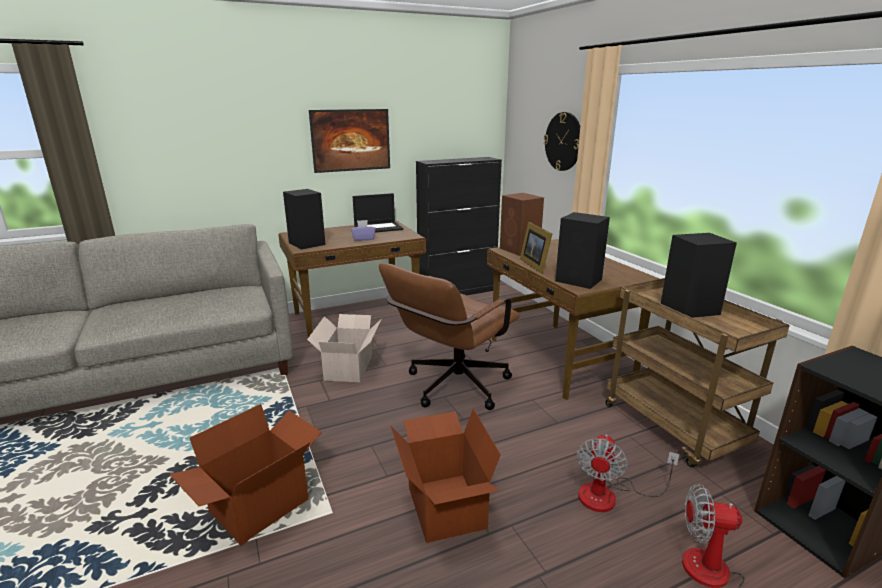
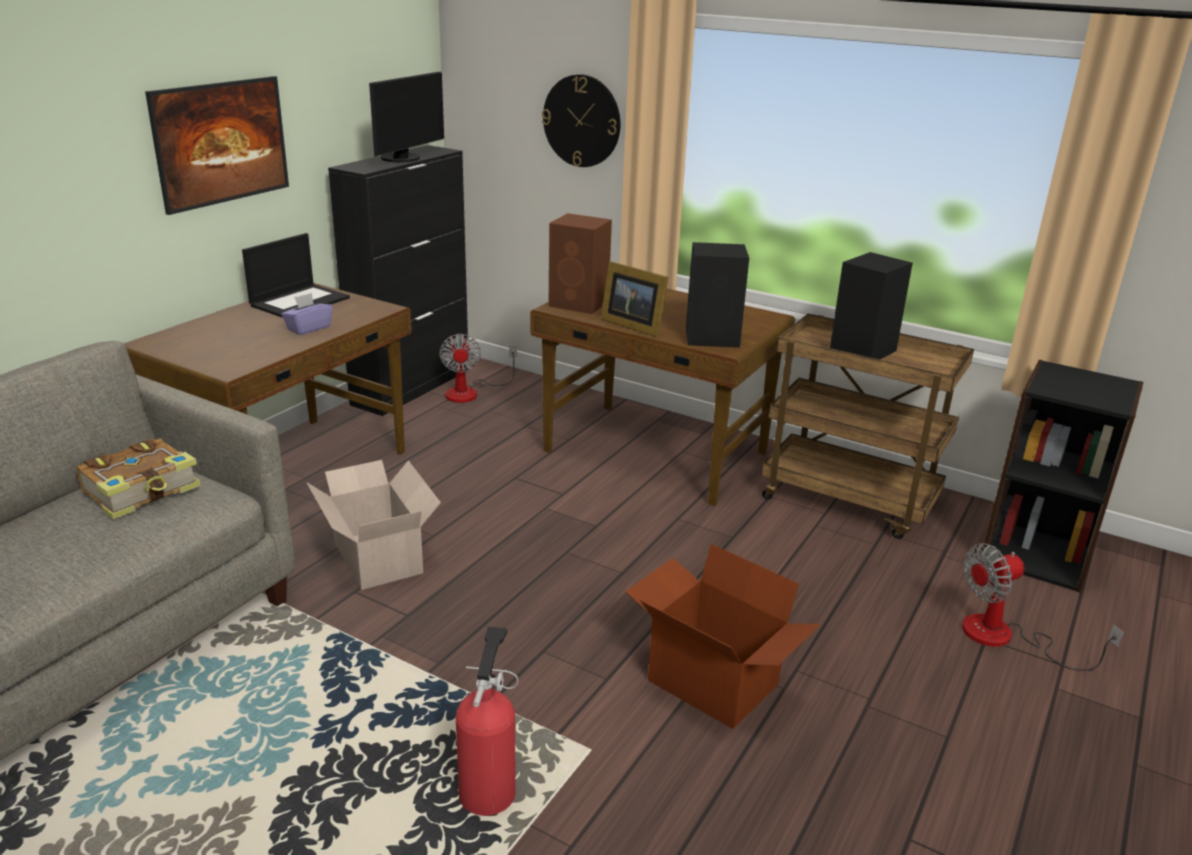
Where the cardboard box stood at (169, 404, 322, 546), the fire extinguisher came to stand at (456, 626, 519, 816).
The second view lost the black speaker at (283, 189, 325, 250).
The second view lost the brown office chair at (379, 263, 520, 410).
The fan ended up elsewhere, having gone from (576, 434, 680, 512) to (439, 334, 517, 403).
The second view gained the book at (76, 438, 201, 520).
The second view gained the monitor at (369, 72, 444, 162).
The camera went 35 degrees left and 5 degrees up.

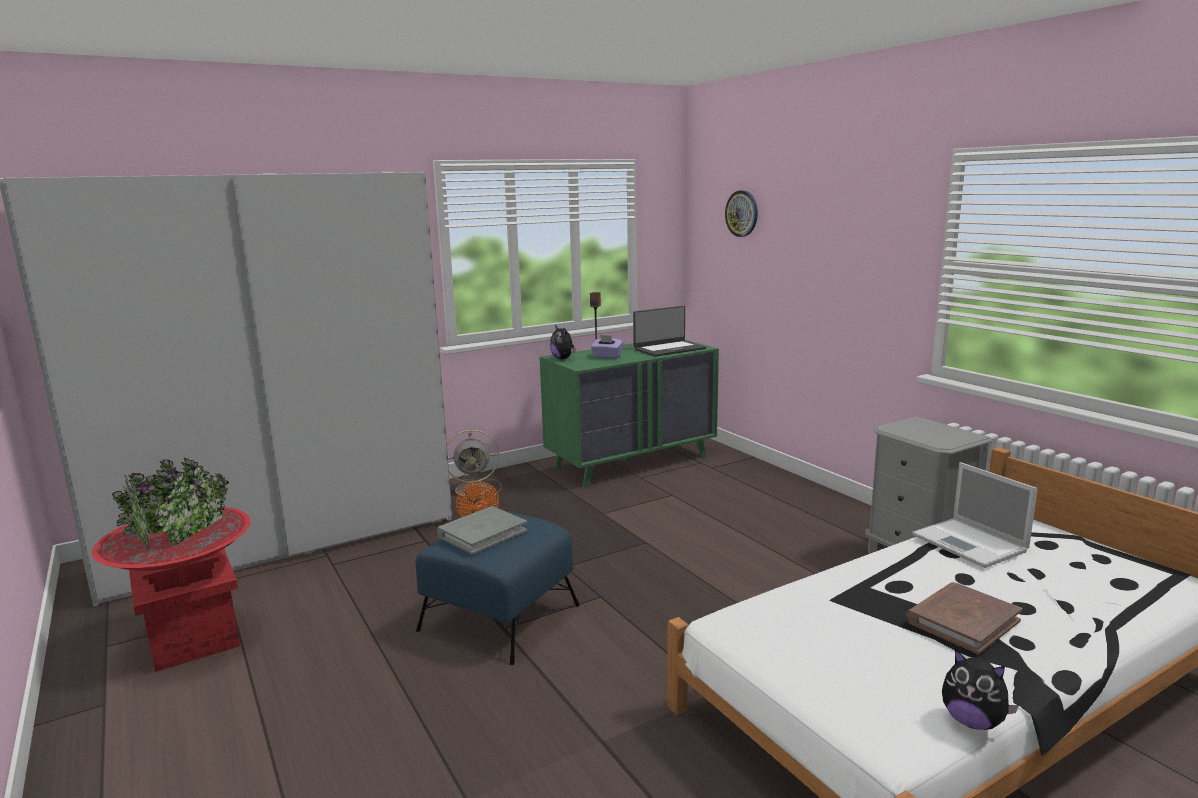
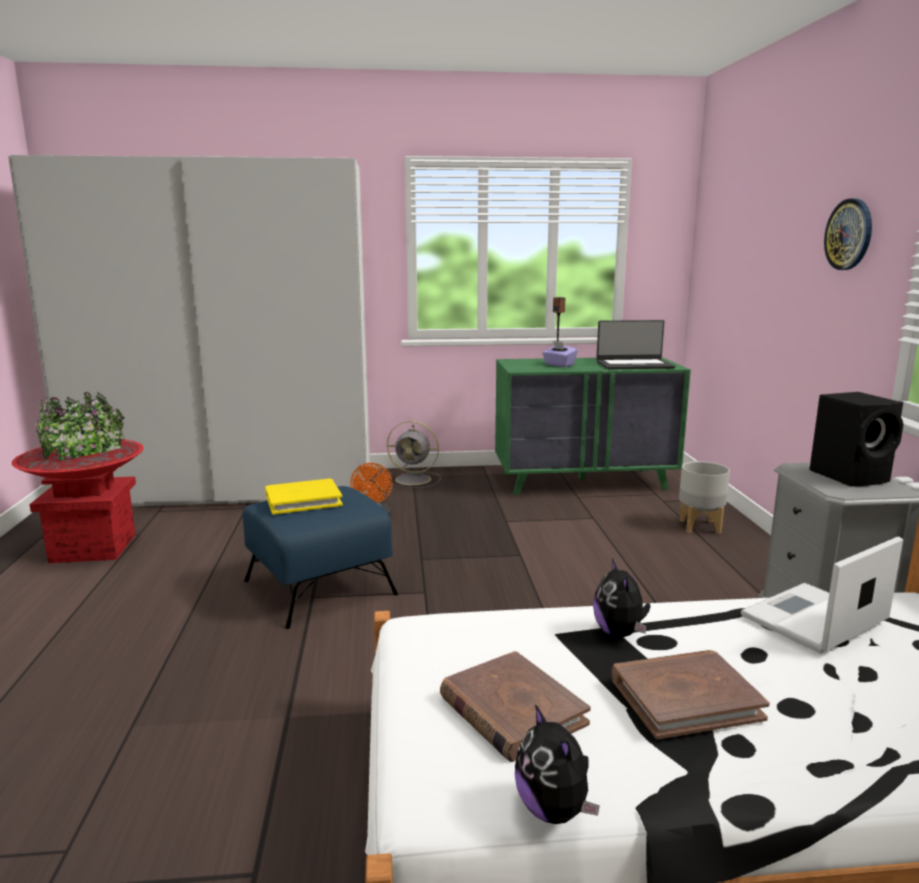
What was the grey book at (437, 507, 527, 555) turned into the yellow book at (265, 479, 343, 515).
The plush toy ended up elsewhere, having gone from (550, 325, 576, 359) to (593, 558, 650, 638).
The wall clock ended up elsewhere, having gone from (725, 190, 758, 237) to (824, 198, 872, 270).
The laptop at (912, 462, 1038, 568) ended up facing another way, 60 degrees clockwise from before.
The second view gained the brown book at (440, 651, 591, 762).
The second view gained the grey planter at (679, 461, 730, 534).
The second view gained the black speaker at (809, 392, 903, 487).
The camera went 25 degrees right and 0 degrees up.

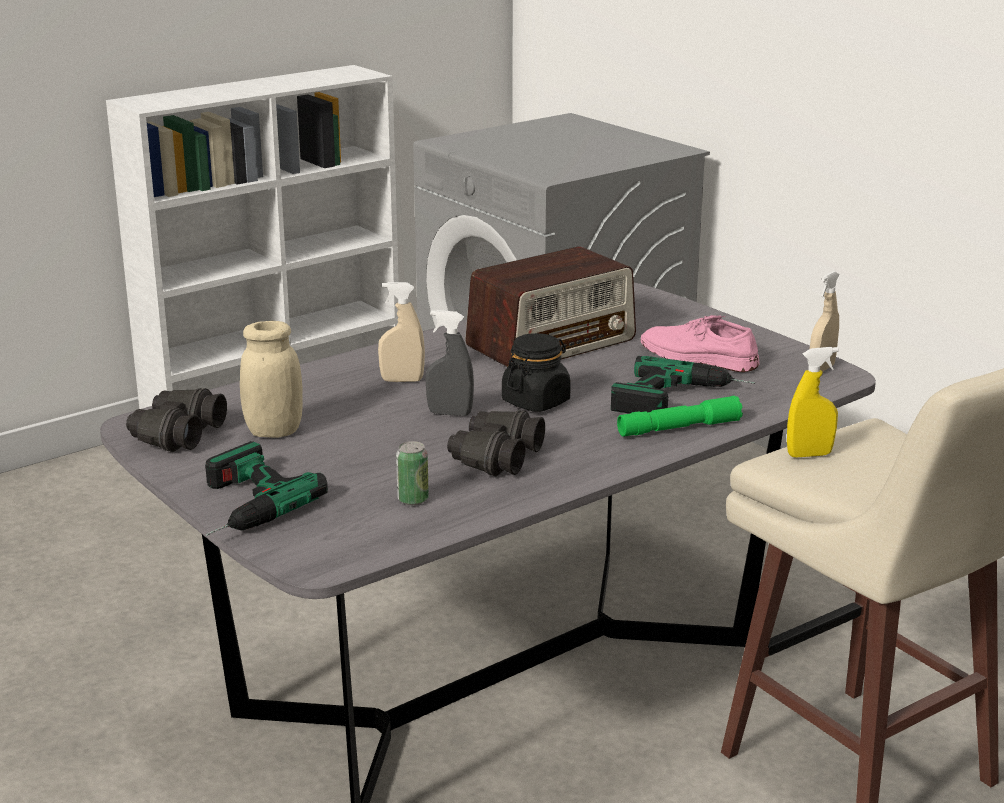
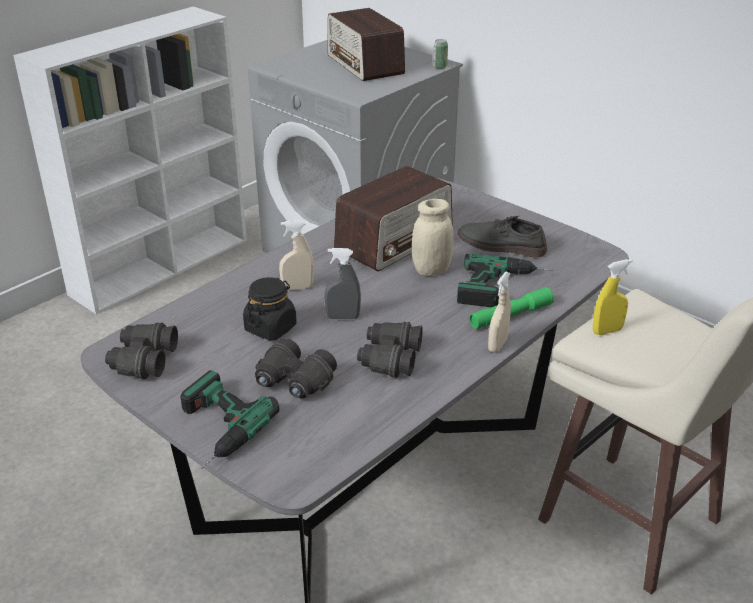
The beige jar ended up elsewhere, having gone from (240, 321, 303, 438) to (412, 199, 454, 276).
The can ended up elsewhere, having gone from (396, 441, 429, 505) to (433, 39, 448, 69).
The black jar ended up elsewhere, having gone from (502, 333, 571, 412) to (243, 277, 297, 340).
What was the pink shoe at (641, 315, 760, 372) turned into the grey shoe at (458, 216, 547, 258).
The beige spray bottle ended up elsewhere, having gone from (810, 271, 839, 372) to (488, 272, 511, 352).
The second view gained the black binoculars at (255, 338, 337, 398).
The second view gained the radio at (327, 8, 405, 81).
The camera went 10 degrees left and 10 degrees up.

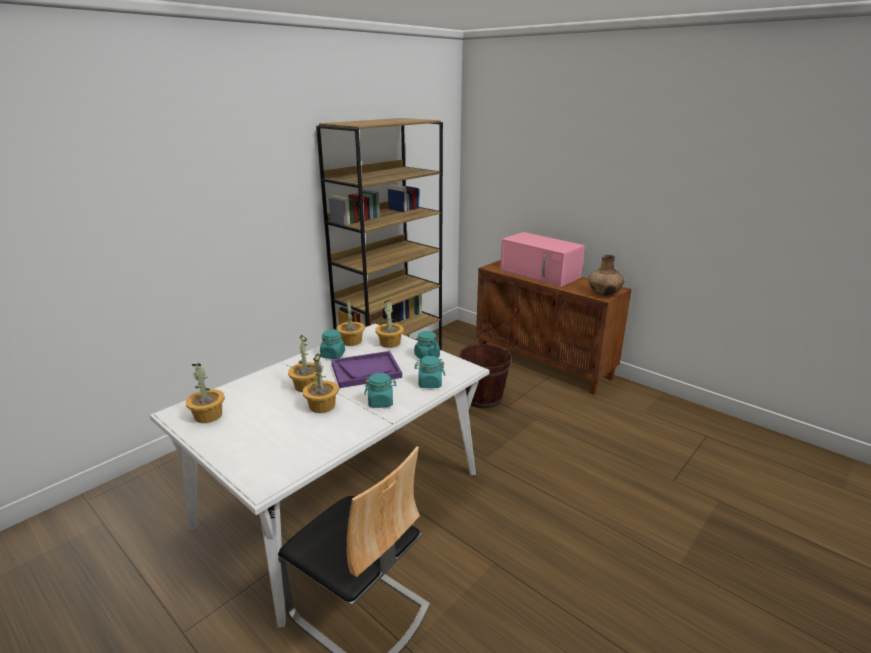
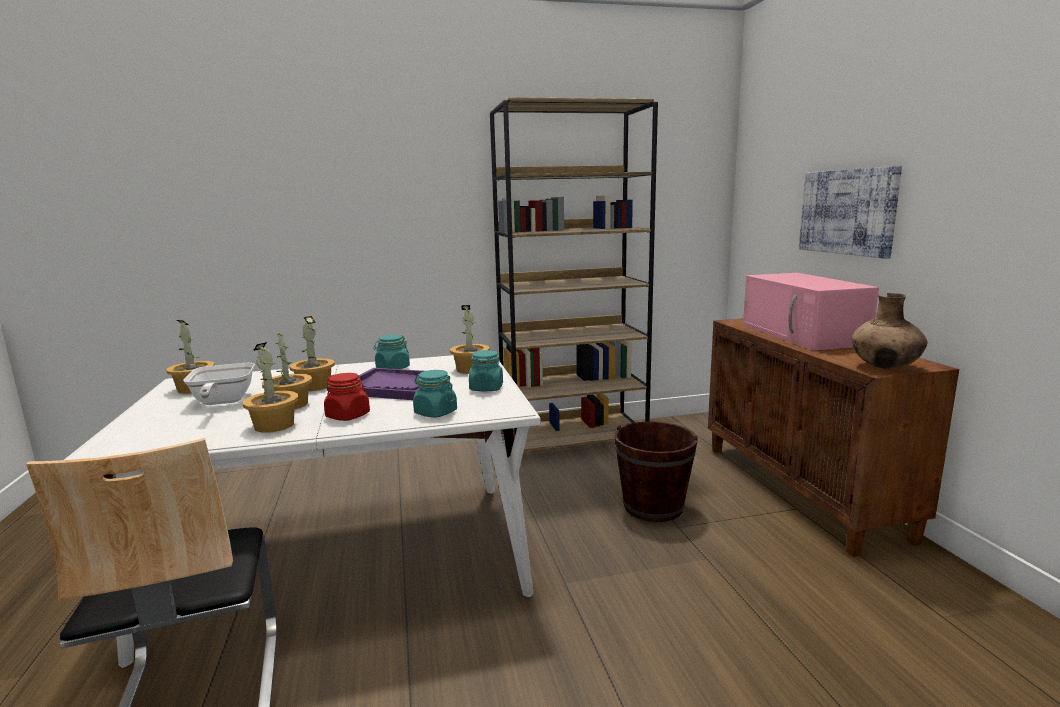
The potted plant ended up elsewhere, having gone from (336, 298, 365, 346) to (243, 342, 299, 433).
What was the turquoise jar at (364, 373, 396, 408) turned into the red jar at (324, 373, 370, 421).
The second view gained the frying pan at (183, 363, 255, 405).
The second view gained the picture at (799, 166, 902, 259).
The camera went 35 degrees right and 10 degrees down.

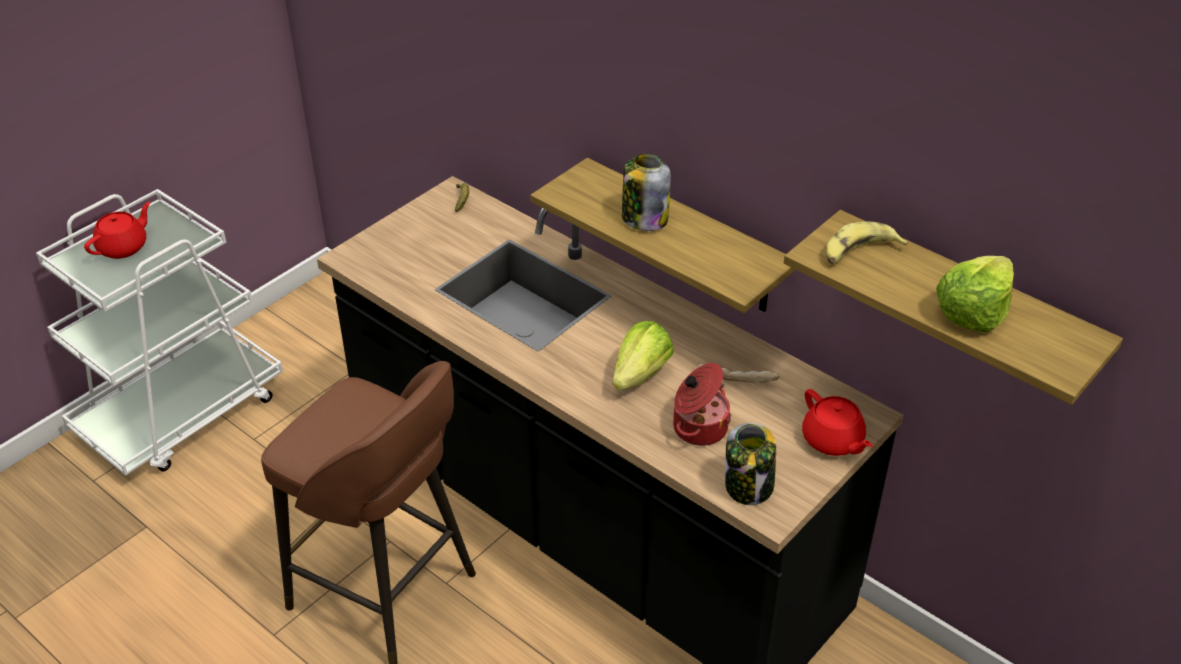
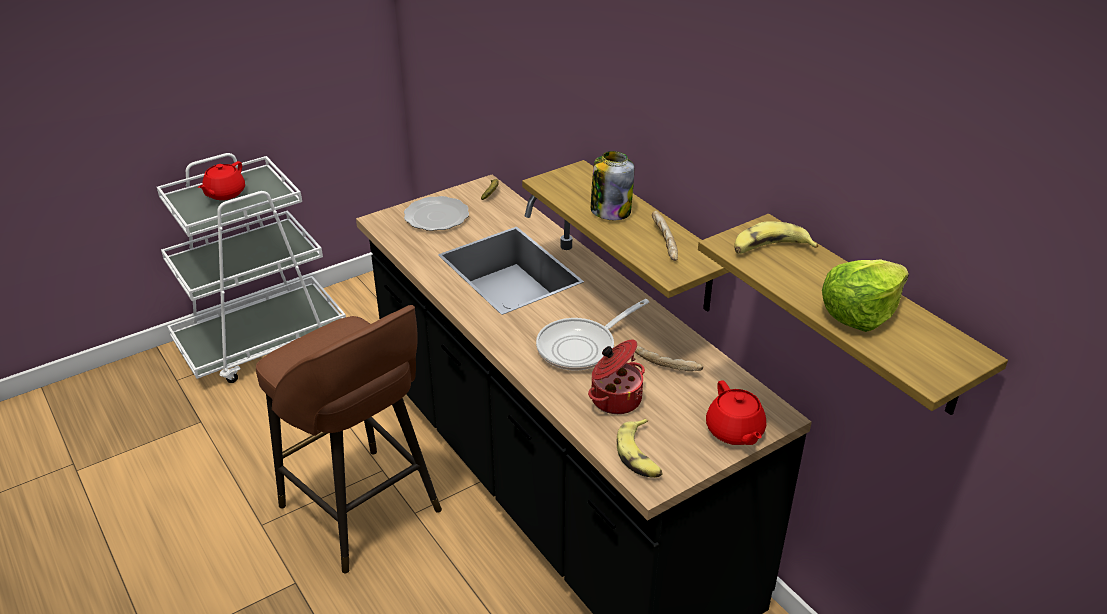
The red teapot at (84, 202, 151, 259) ended up facing another way, 150 degrees clockwise from before.
Where the lettuce stood at (613, 321, 674, 391), the frying pan came to stand at (536, 299, 649, 370).
Where the jar stood at (725, 423, 776, 505), the banana came to stand at (617, 419, 663, 478).
The second view gained the plate at (404, 196, 469, 231).
The second view gained the bread at (652, 210, 678, 261).
The camera went 15 degrees right and 5 degrees down.

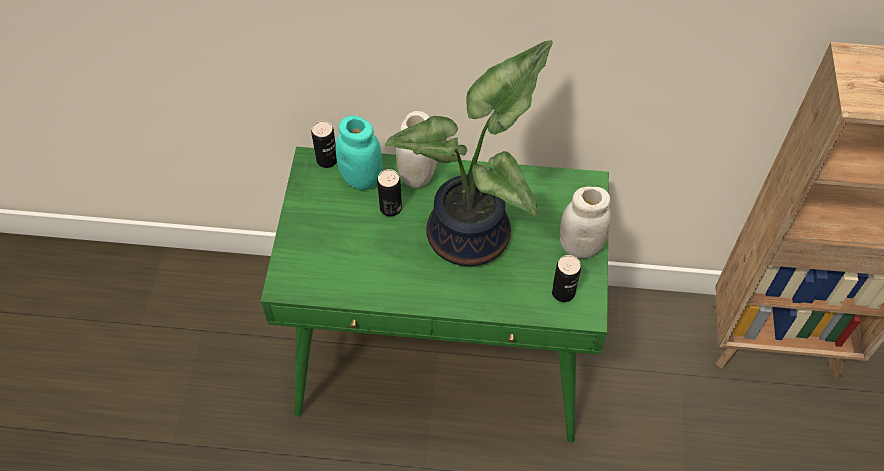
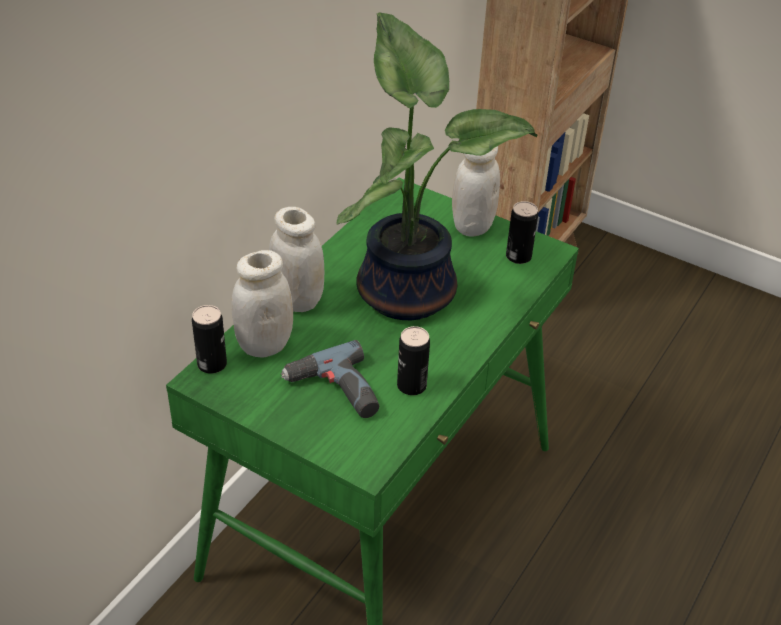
What was the turquoise jar at (336, 116, 382, 190) turned into the white jar at (232, 250, 293, 358).
The can ended up elsewhere, having gone from (377, 169, 402, 217) to (397, 326, 430, 395).
The second view gained the power drill at (281, 340, 379, 418).
The camera went 65 degrees left and 15 degrees down.

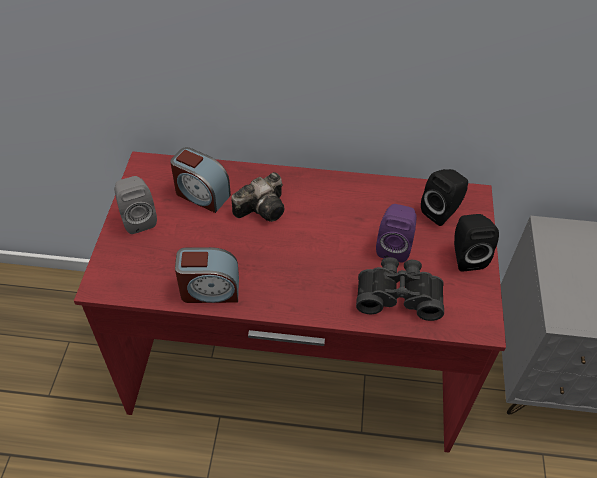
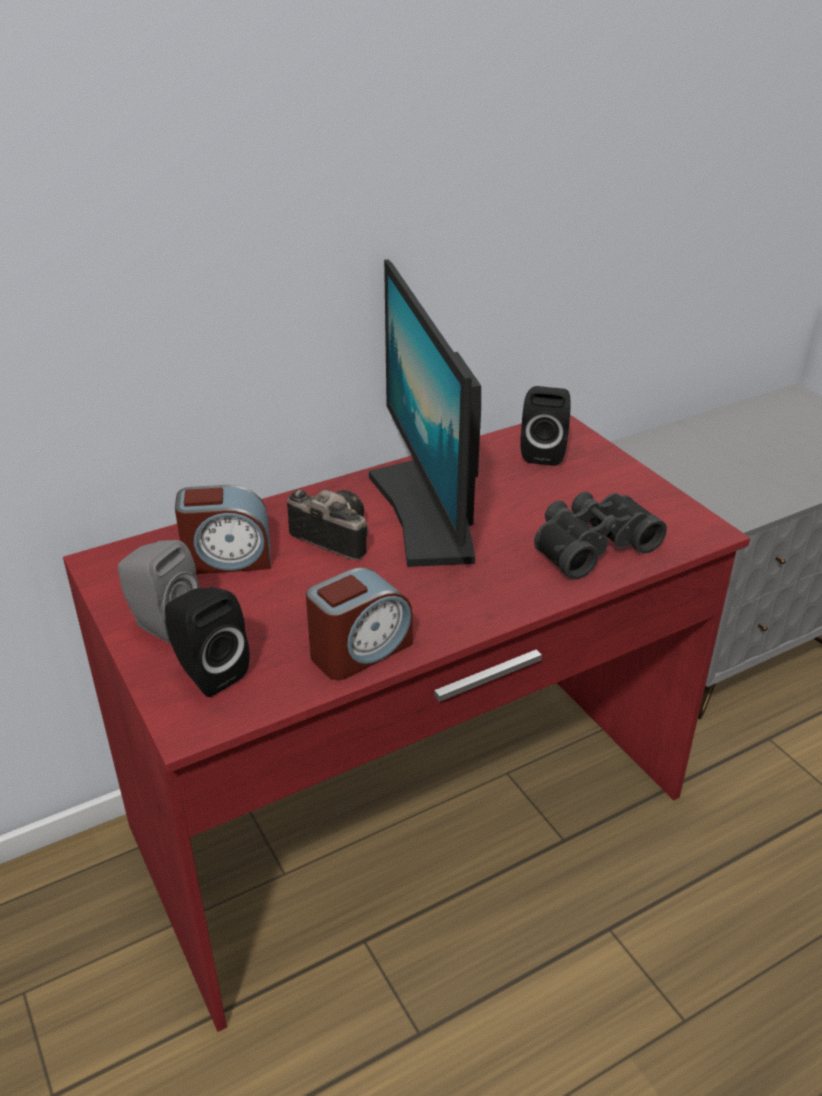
The photo camera at (231, 172, 284, 222) ended up facing another way, 75 degrees counterclockwise from before.
The second view lost the purple speaker at (376, 204, 417, 262).
The black speaker ended up elsewhere, having gone from (454, 214, 499, 271) to (165, 587, 250, 697).
The second view gained the monitor at (368, 259, 481, 567).
The camera went 35 degrees left and 15 degrees down.

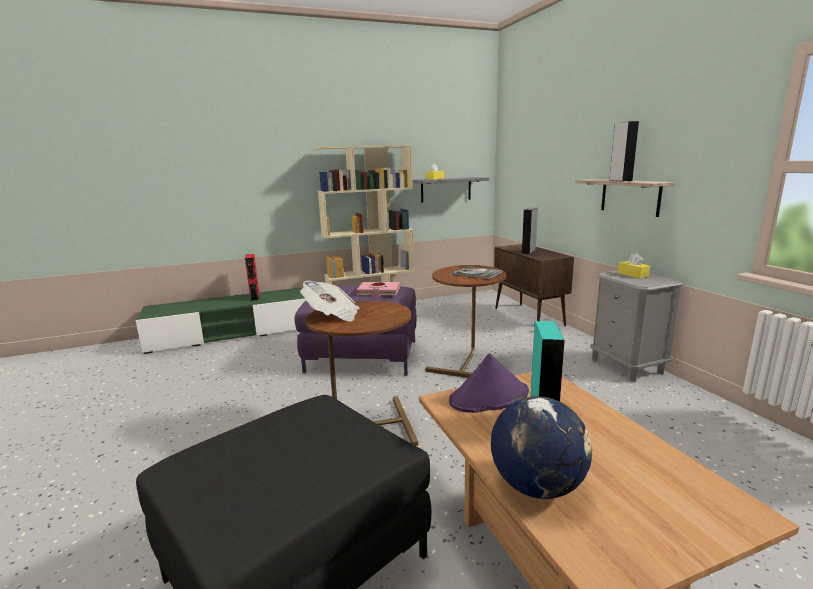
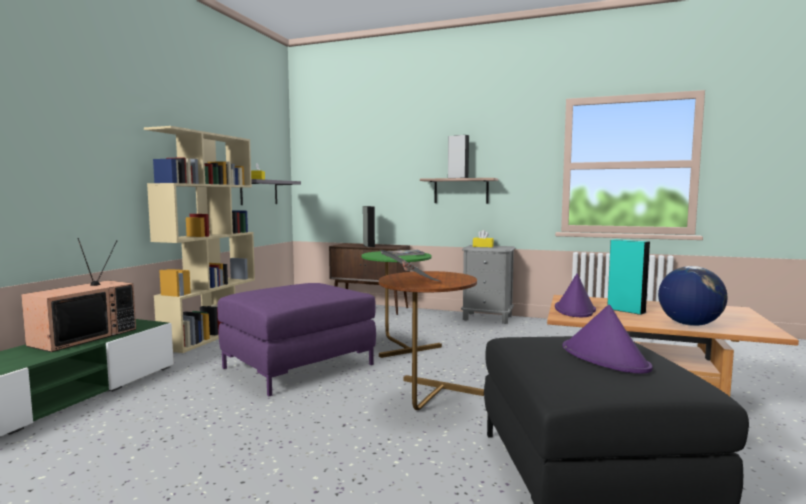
Where the red speaker stood at (245, 254, 260, 301), the television came to stand at (21, 238, 136, 352).
The second view lost the pink book at (357, 282, 400, 296).
What was the brown side table at (425, 265, 506, 378) turned into the green side table at (362, 251, 442, 358).
The second view gained the purple hat at (562, 305, 653, 374).
The camera went 50 degrees left and 10 degrees down.

